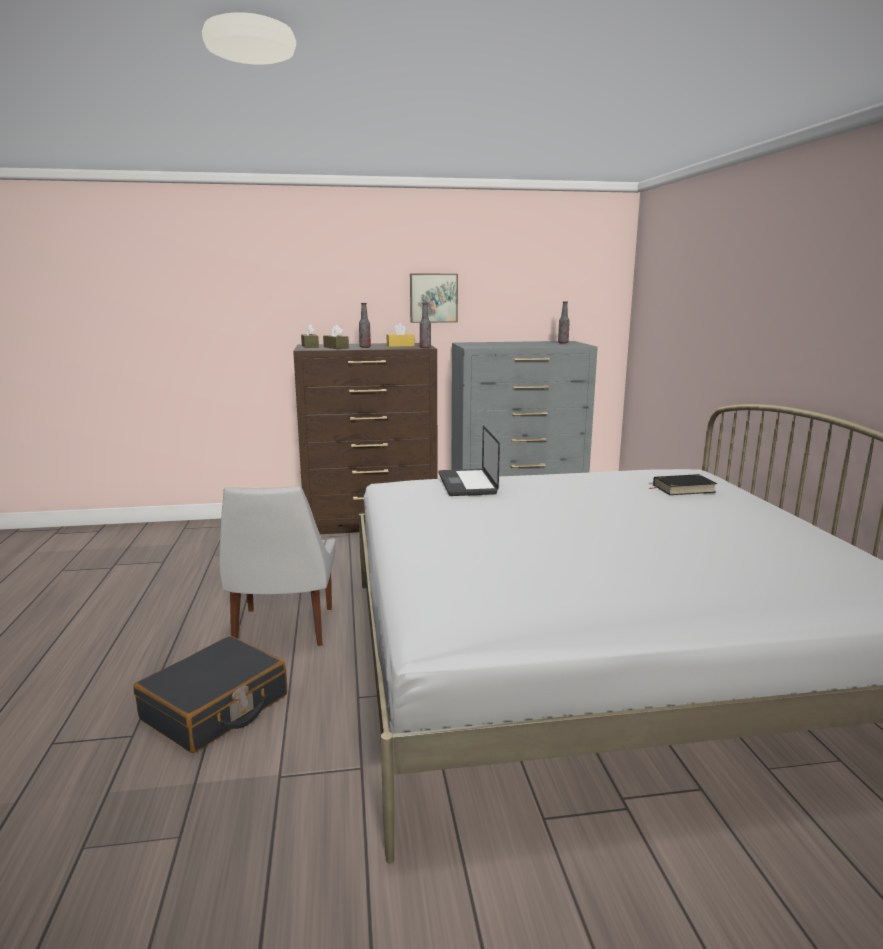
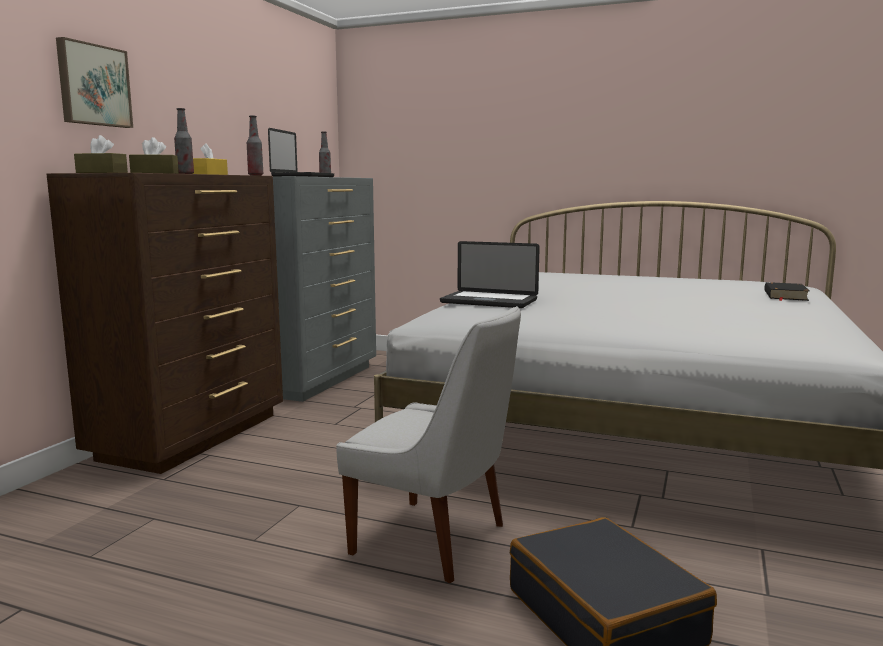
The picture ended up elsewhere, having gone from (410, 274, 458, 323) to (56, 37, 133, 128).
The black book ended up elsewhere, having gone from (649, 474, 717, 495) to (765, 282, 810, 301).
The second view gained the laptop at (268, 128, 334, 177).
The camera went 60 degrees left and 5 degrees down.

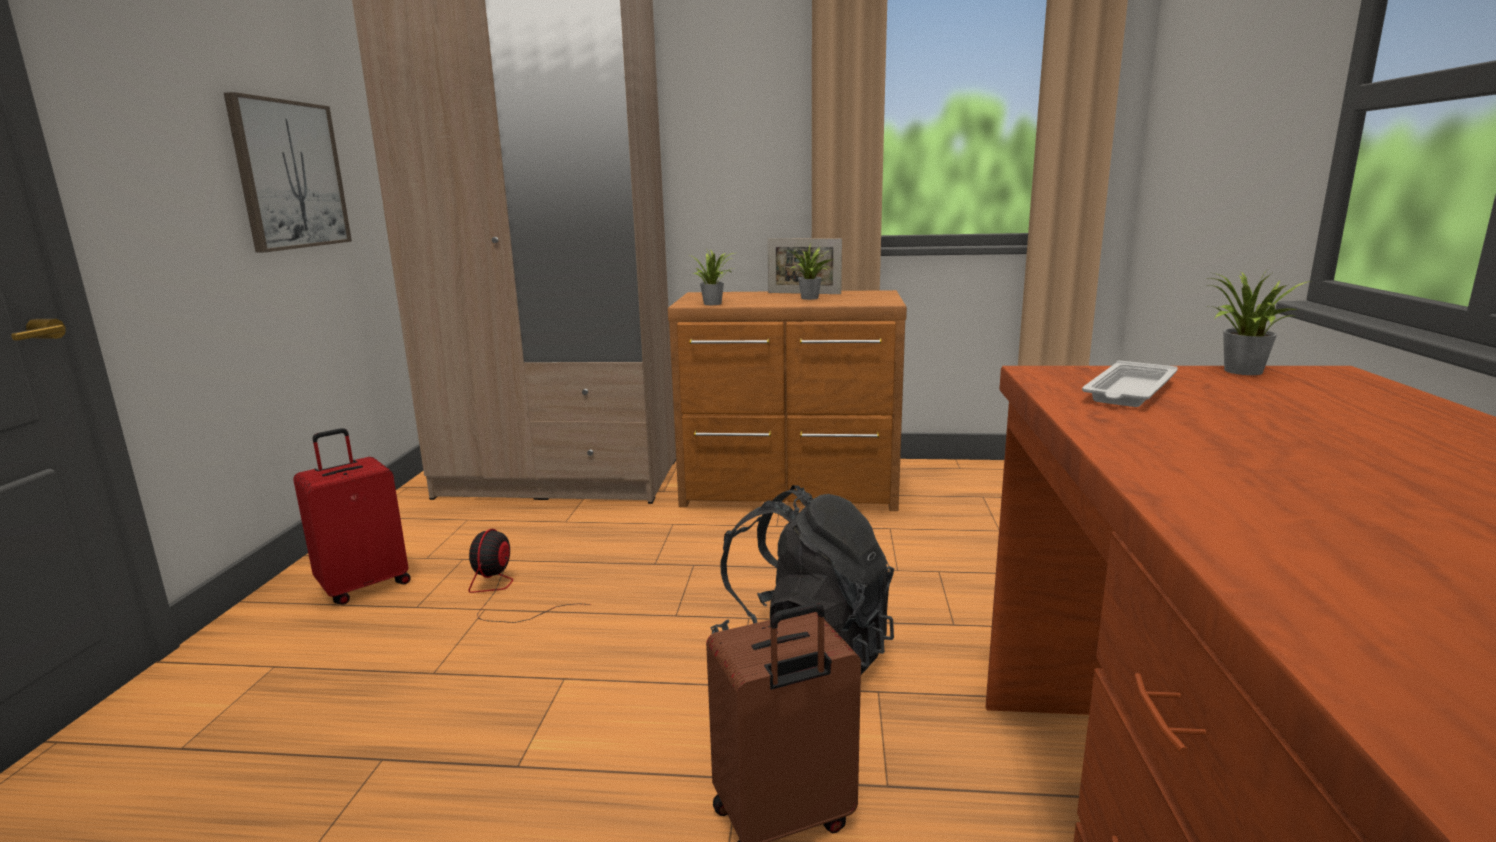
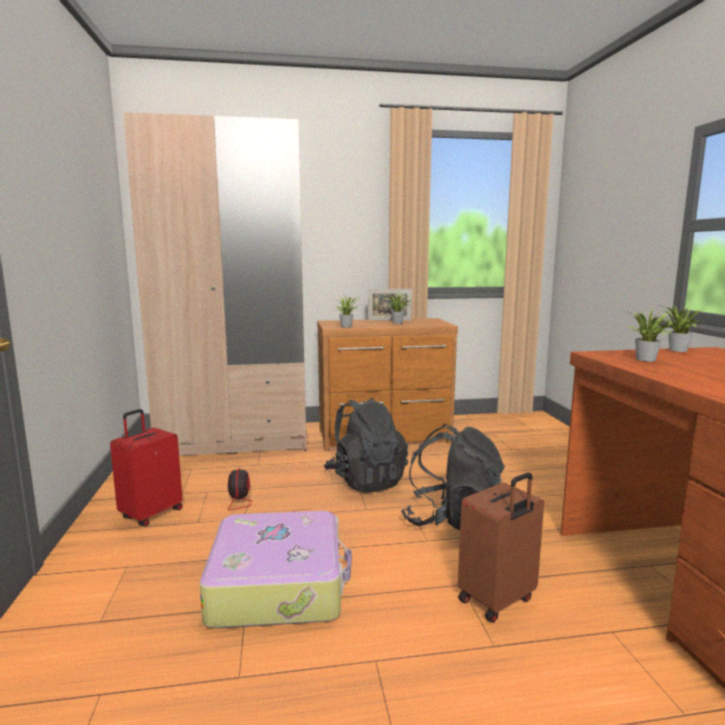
The second view lost the picture at (224, 92, 352, 252).
Where the white tray stood at (1082, 360, 1178, 407), the potted plant came to stand at (626, 307, 673, 362).
The second view gained the suitcase at (200, 511, 352, 628).
The second view gained the black backpack at (324, 398, 408, 493).
The camera went 15 degrees left and 5 degrees down.

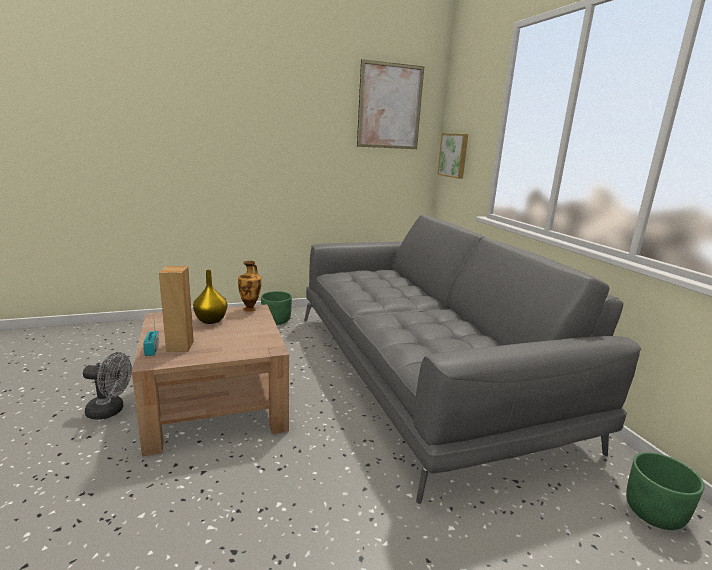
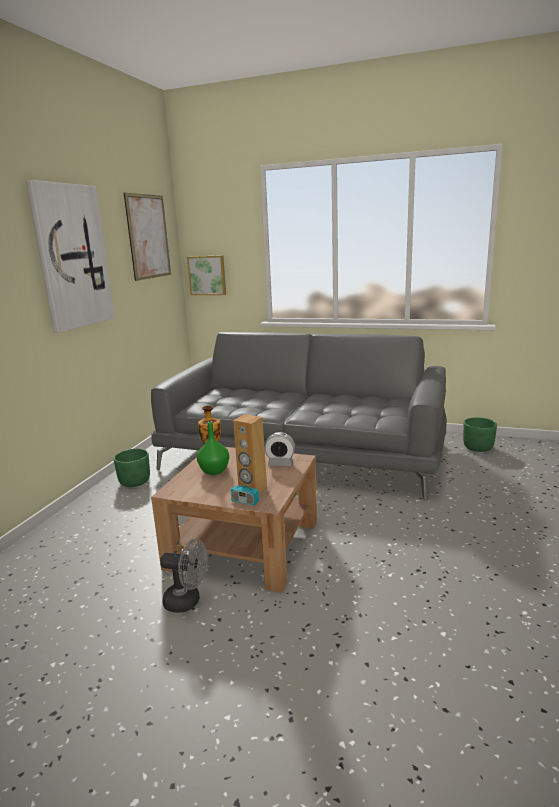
The grey fan at (83, 352, 132, 420) ended up facing another way, 60 degrees clockwise from before.
What was the yellow vase at (193, 270, 227, 324) turned into the green vase at (197, 422, 229, 475).
The second view gained the picture at (26, 180, 115, 333).
The second view gained the alarm clock at (265, 432, 295, 466).
The camera went 50 degrees left and 0 degrees up.

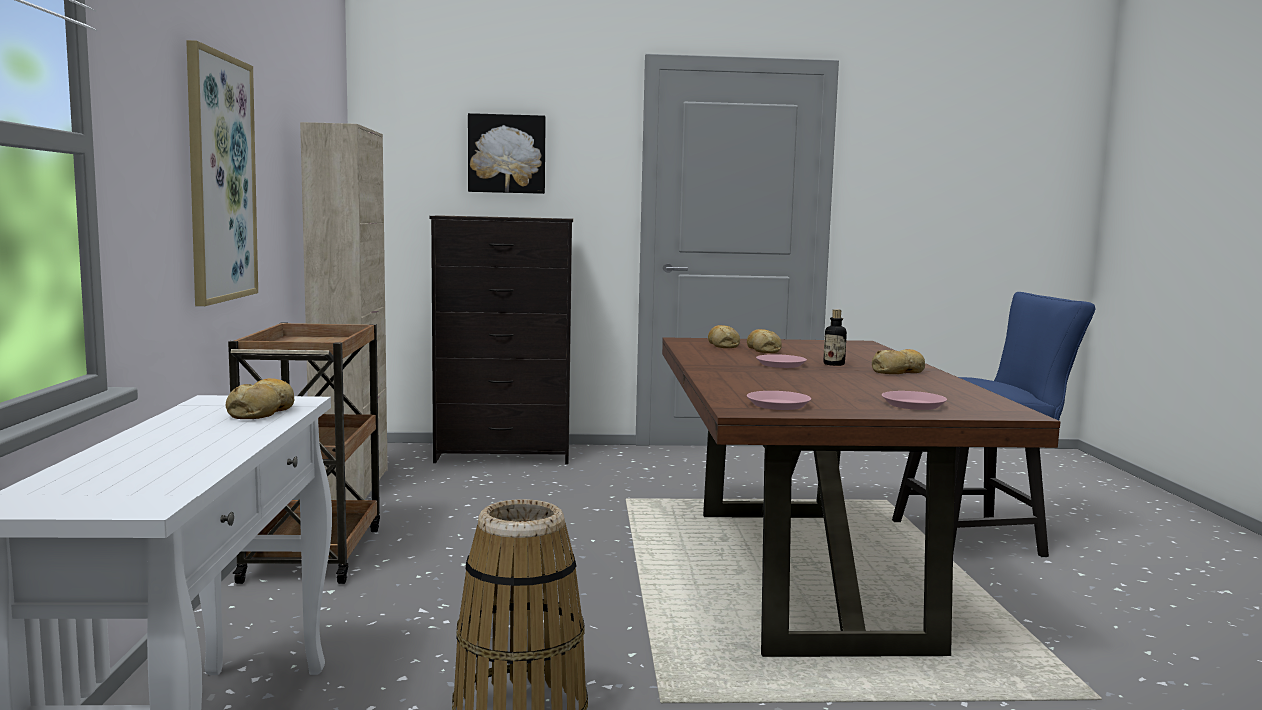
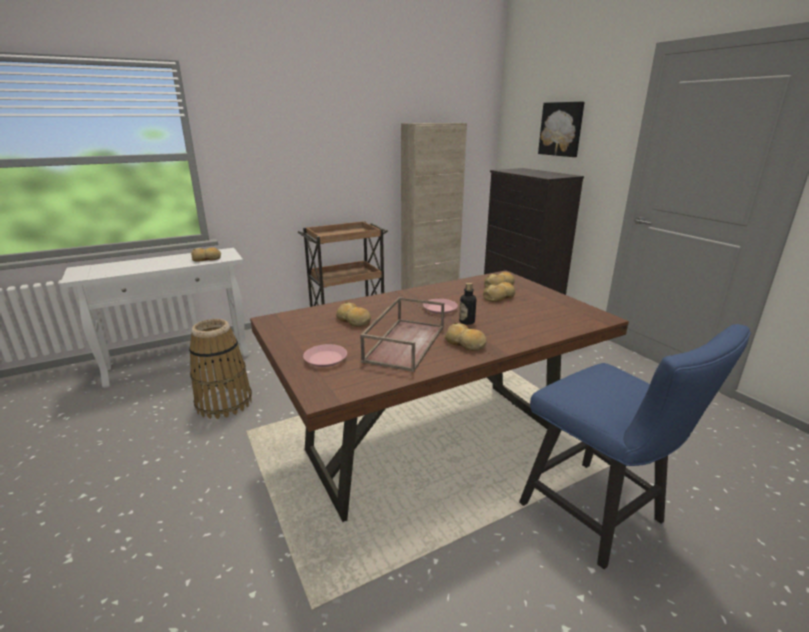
The second view lost the picture at (186, 40, 258, 306).
The second view lost the pink plate at (747, 391, 811, 410).
The second view gained the bread at (336, 302, 371, 327).
The second view gained the brown tray at (360, 297, 444, 372).
The camera went 65 degrees right and 15 degrees up.

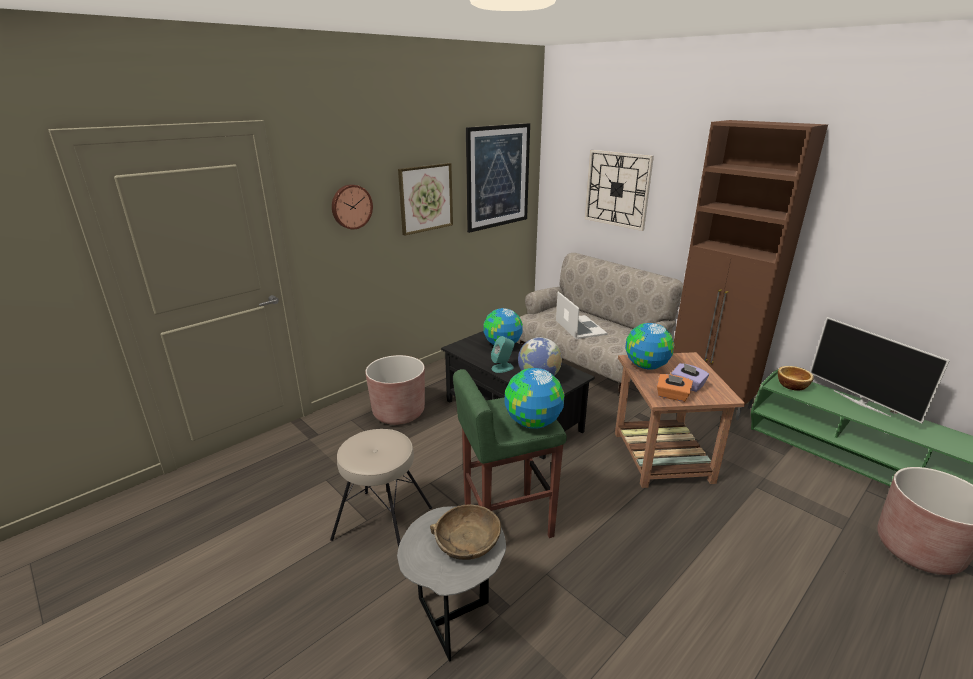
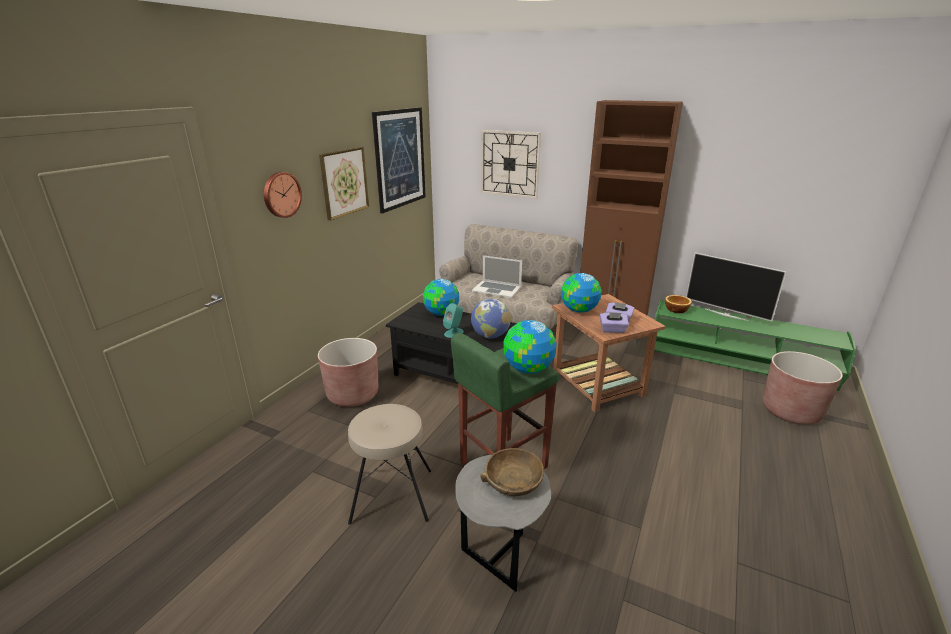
The laptop at (556, 291, 607, 339) ended up facing another way, 150 degrees clockwise from before.
What was the orange tissue box at (657, 374, 693, 402) turned into the purple tissue box at (600, 312, 629, 333).
The camera went 20 degrees left and 0 degrees up.

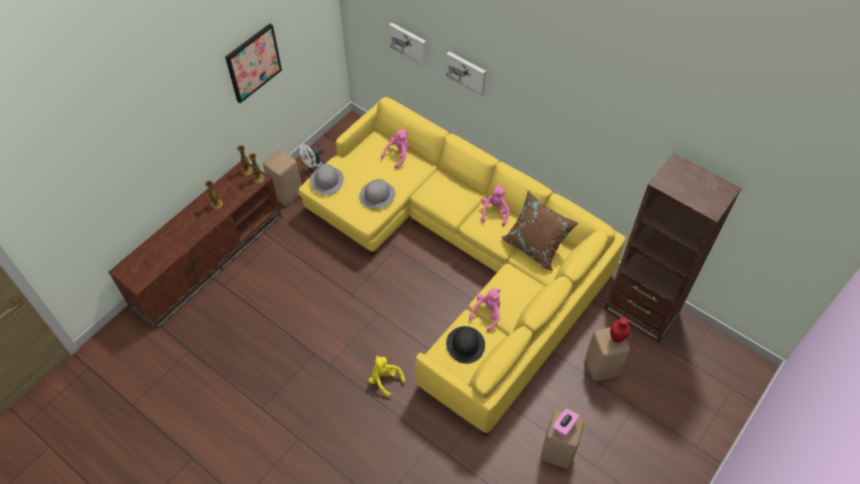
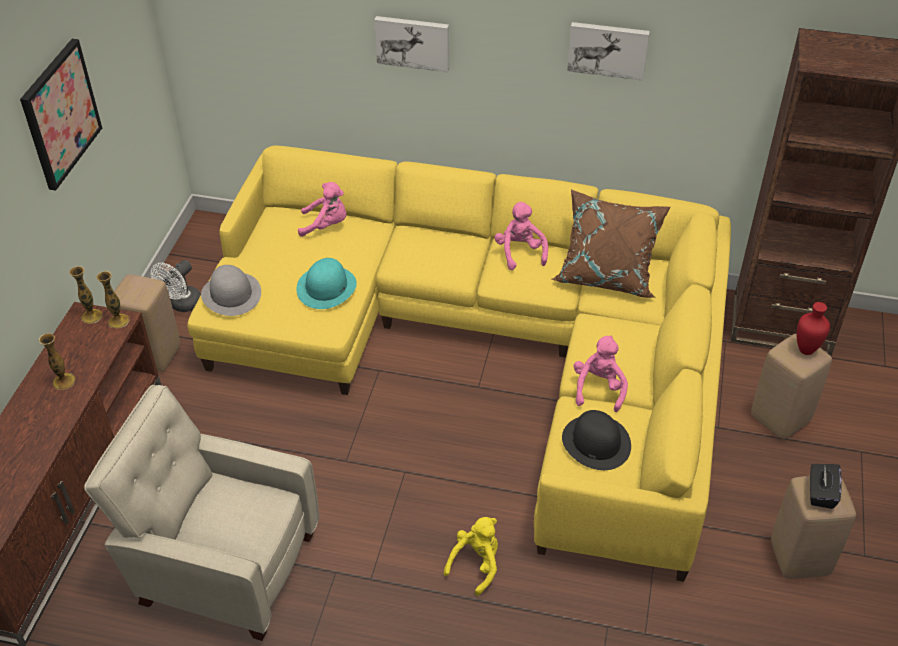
What was the grey hat at (359, 179, 396, 209) turned into the turquoise hat at (296, 258, 357, 309).
The yellow plush toy at (368, 355, 406, 397) ended up facing another way, 105 degrees clockwise from before.
The pink plush toy at (381, 129, 409, 169) ended up facing another way, 75 degrees clockwise from before.
The picture ended up elsewhere, having gone from (389, 22, 426, 66) to (567, 22, 650, 81).
What was the pink tissue box at (553, 409, 580, 437) turned into the black tissue box at (810, 464, 842, 509).
The second view gained the beige armchair at (84, 385, 319, 641).
The camera went 25 degrees left and 10 degrees down.

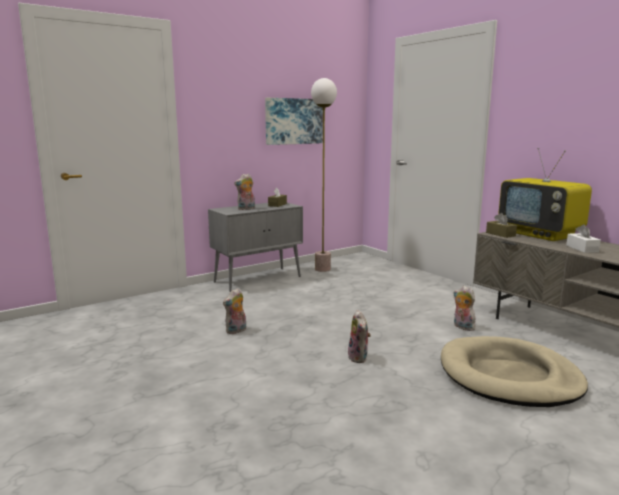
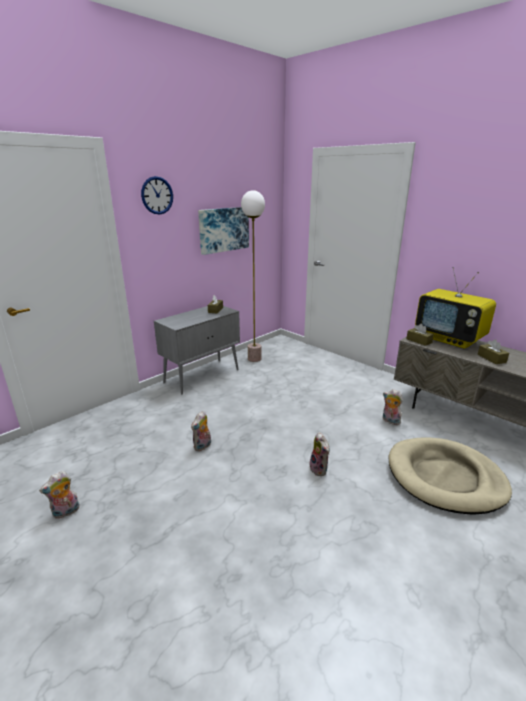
The plush toy ended up elsewhere, having gone from (234, 174, 255, 210) to (39, 471, 80, 519).
What was the white tissue box at (566, 224, 601, 253) turned into the brown tissue box at (478, 340, 509, 364).
The second view gained the wall clock at (141, 176, 173, 214).
The camera went 10 degrees left and 10 degrees up.

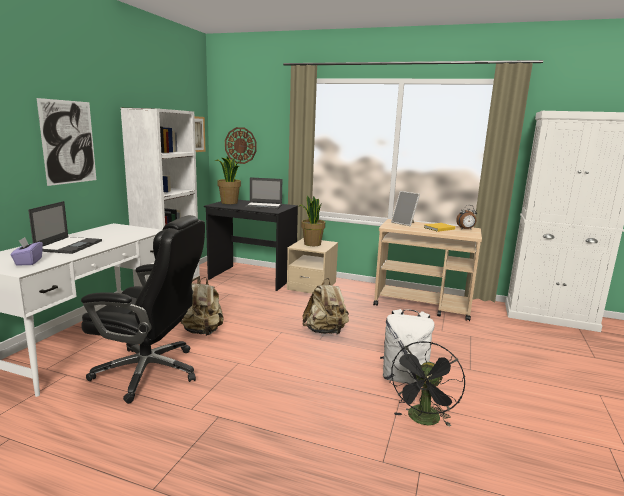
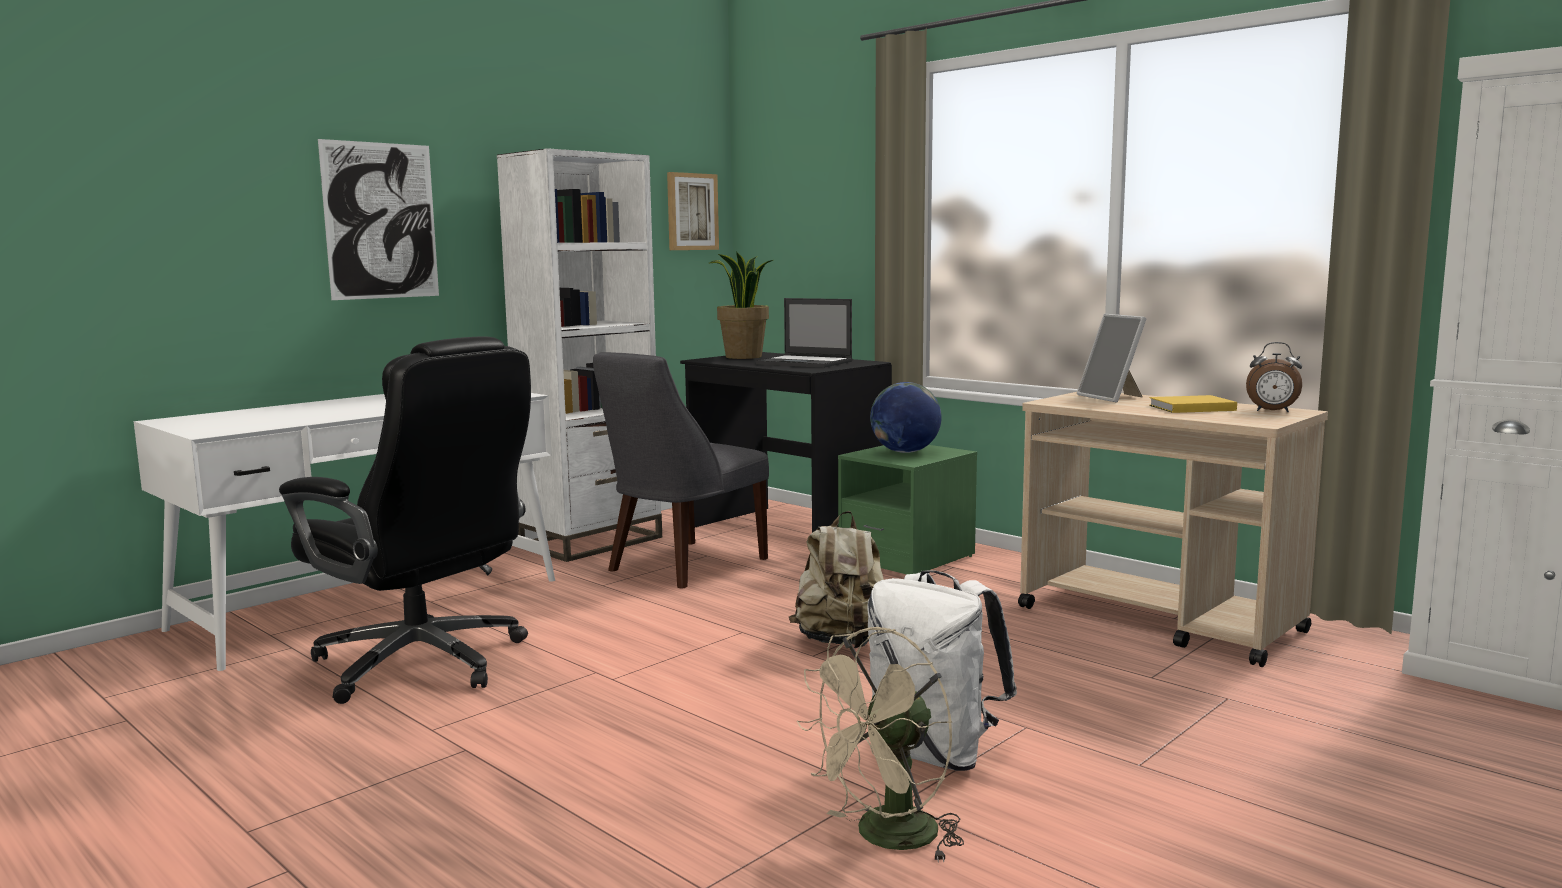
The second view lost the purple tissue box at (10, 237, 43, 266).
The second view lost the laptop at (28, 201, 102, 254).
The second view lost the beige backpack at (181, 277, 223, 336).
The second view lost the wall clock at (225, 127, 257, 164).
What was the beige nightstand at (287, 238, 338, 294) turned into the green nightstand at (838, 445, 977, 574).
Where the potted plant stood at (299, 195, 325, 246), the globe came to stand at (870, 382, 942, 453).
What was the black fan at (389, 341, 465, 427) turned into the beige fan at (797, 627, 964, 863).
The second view gained the grey chair at (593, 352, 769, 589).
The camera went 25 degrees right and 5 degrees down.

